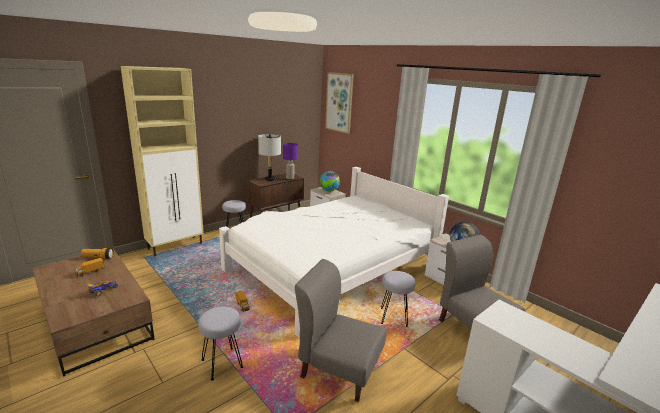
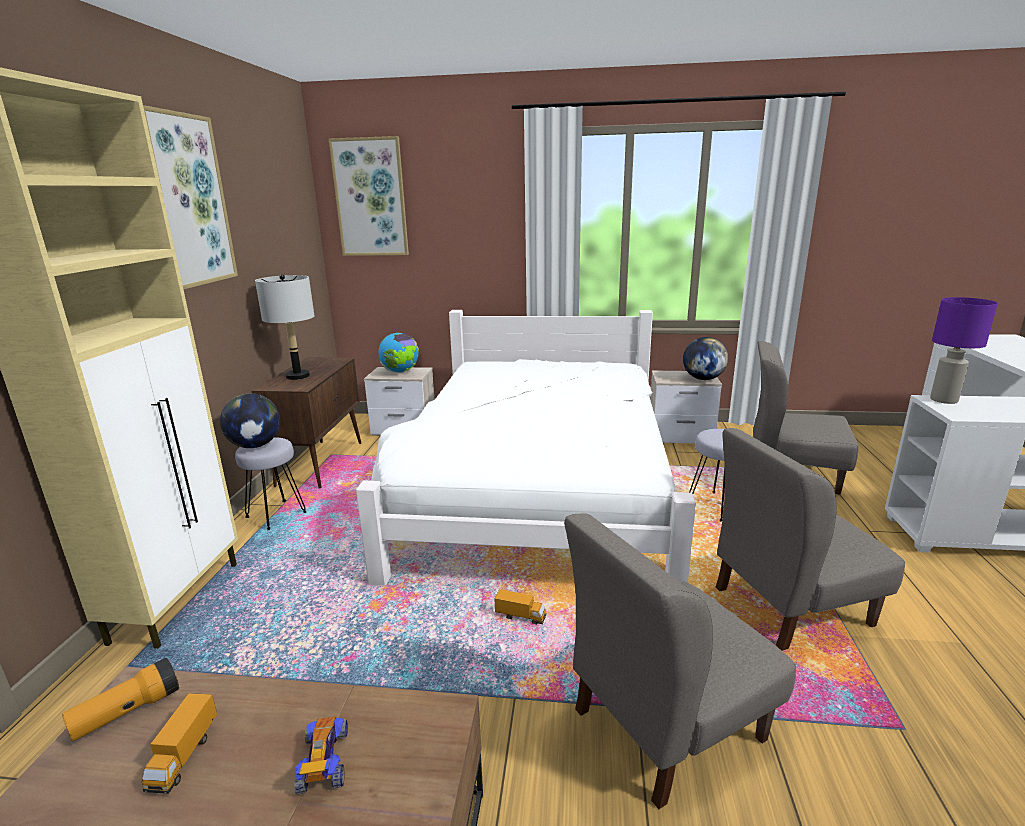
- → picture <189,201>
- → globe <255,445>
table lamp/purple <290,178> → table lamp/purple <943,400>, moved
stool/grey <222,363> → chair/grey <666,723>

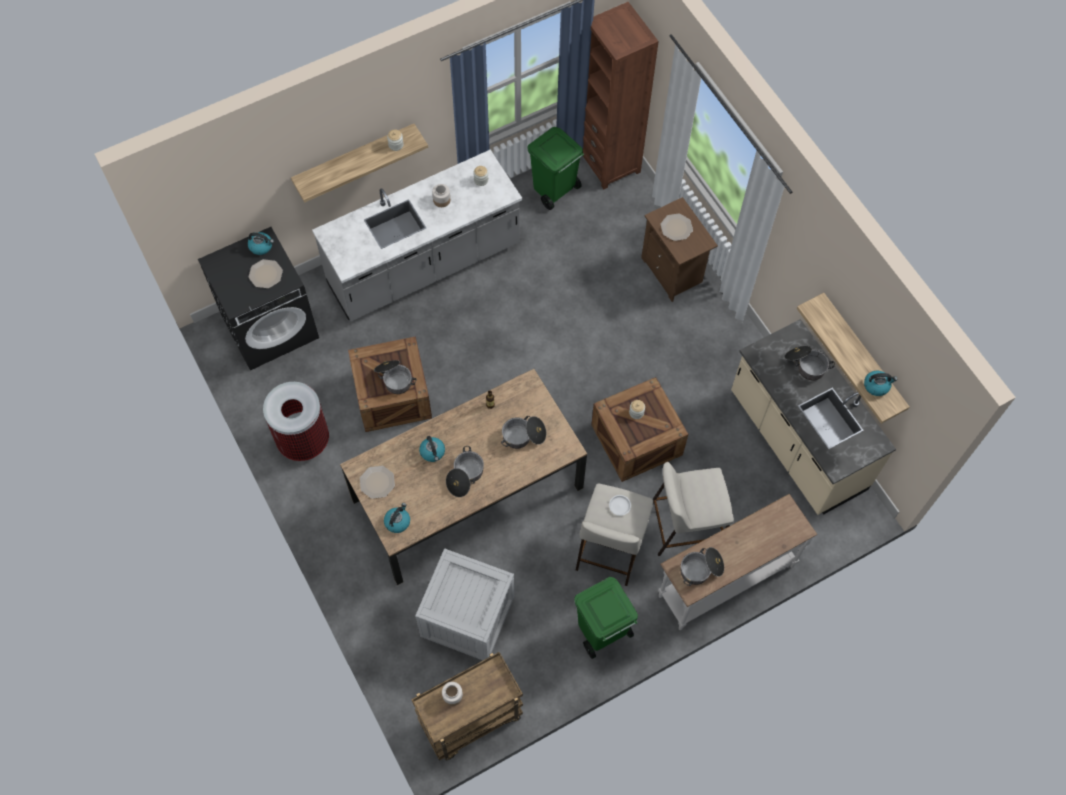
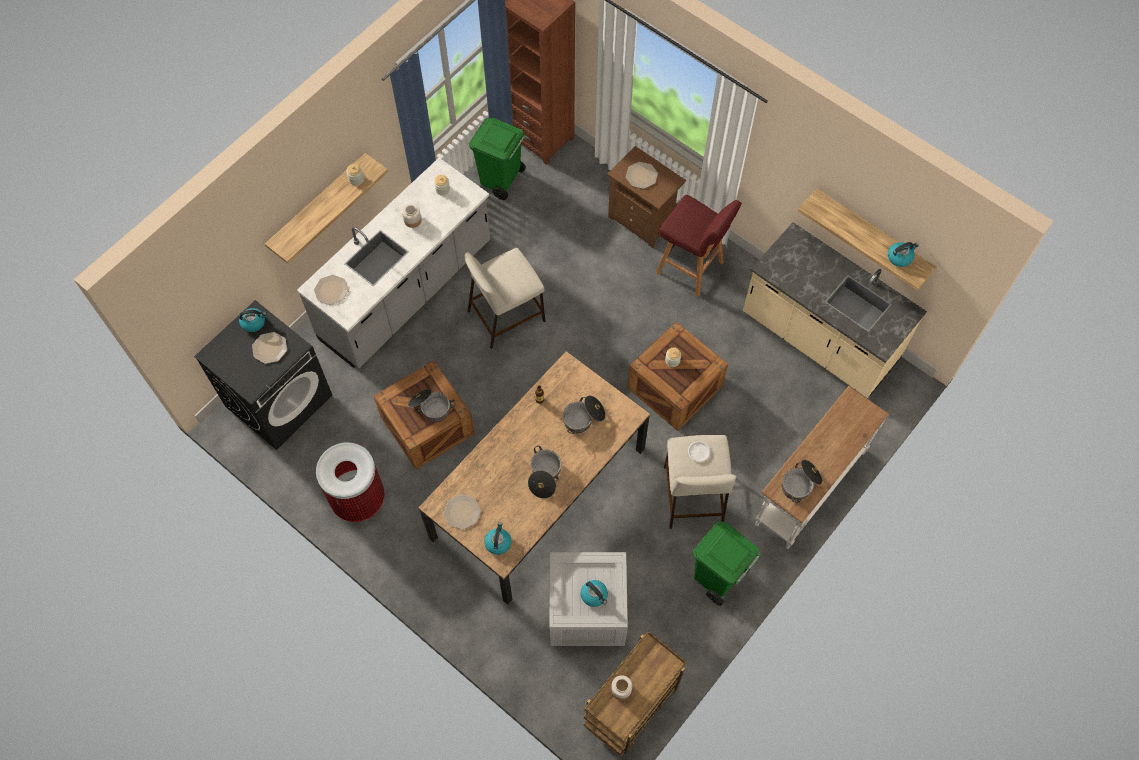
cooking pot <805,365> → -
- → plate <331,290>
- → stool/red <691,268>
kettle <433,452> → kettle <594,595>, moved
stool/beige <686,525> → stool/beige <507,315>, moved

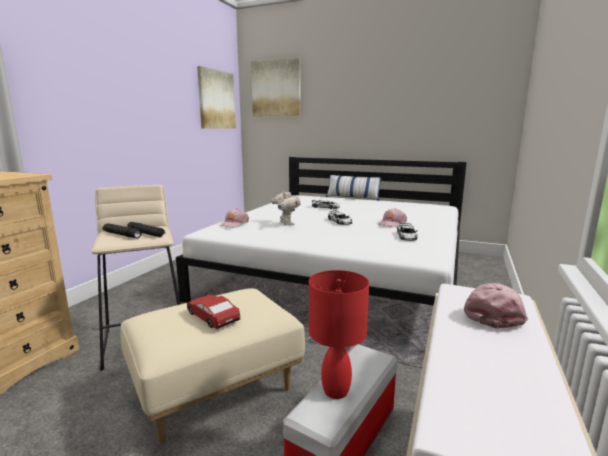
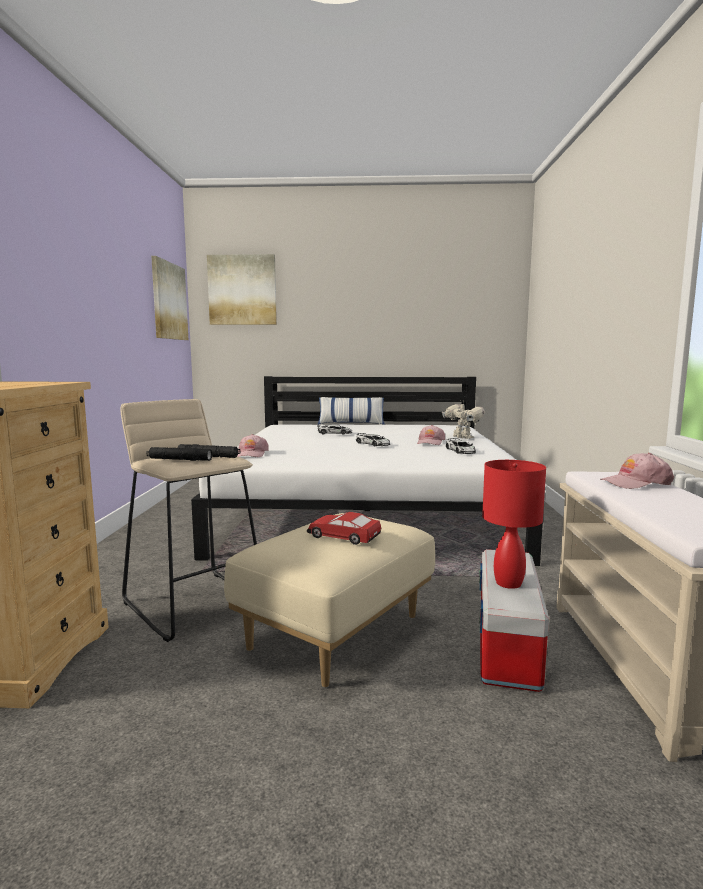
toy robot <286,224> → toy robot <462,438>, moved
cap/pink <493,313> → cap/pink <636,483>, 105 degrees counterclockwise

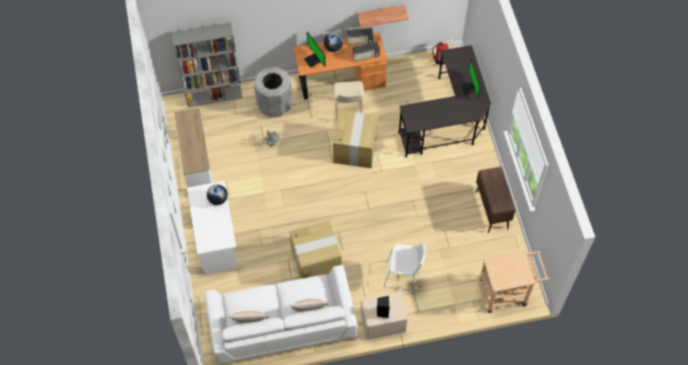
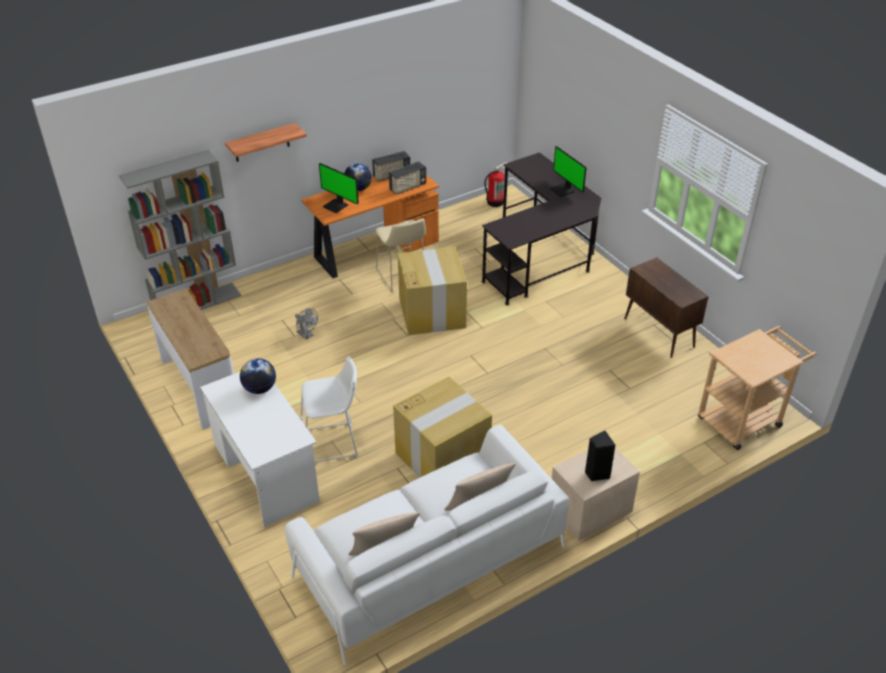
trash can/grey <274,105> → -
shelf <380,13> → shelf <261,143>, moved
stool/white <403,276> → stool/white <332,443>, moved

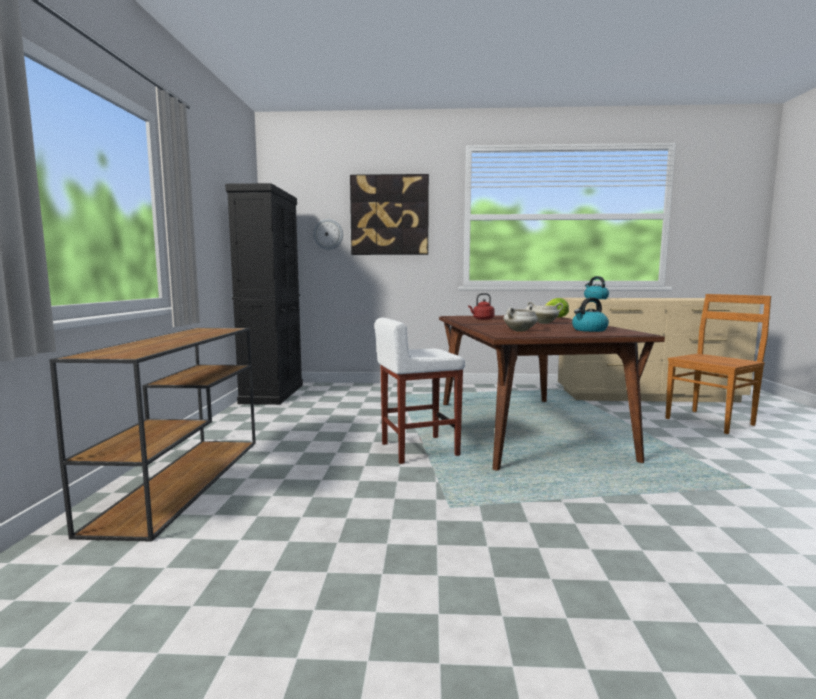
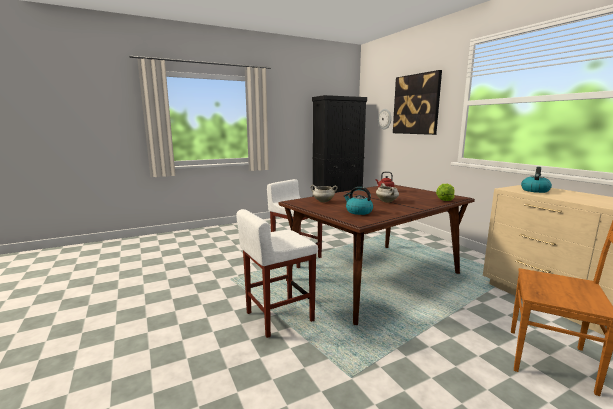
console table/brown <183,479> → -
- → stool/white <278,317>

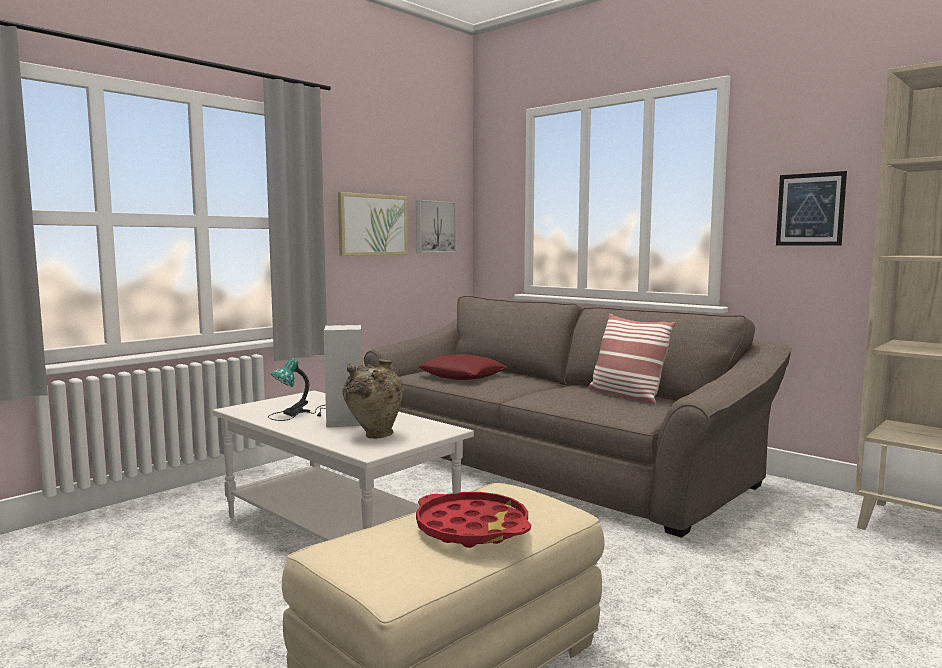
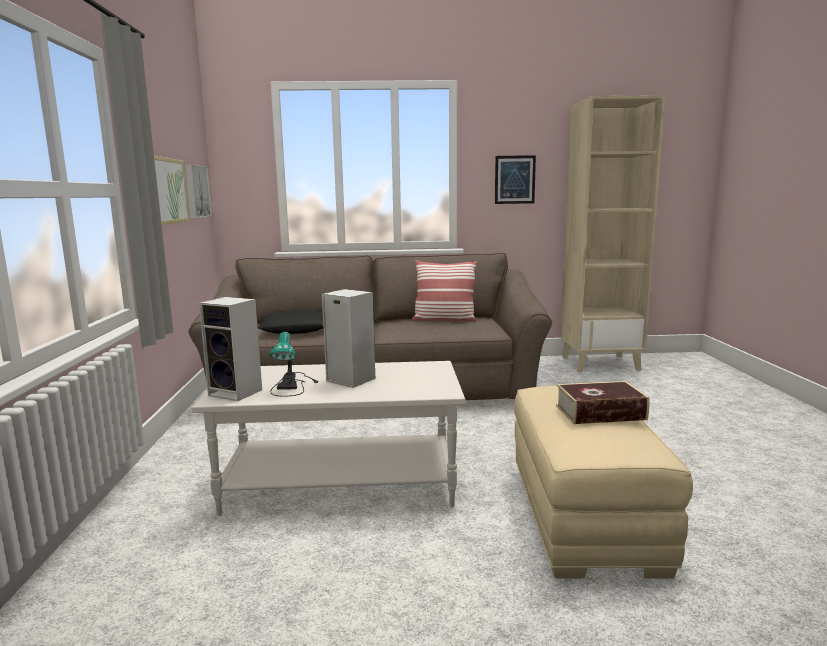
vase/beige <374,435> → -
- → speaker <237,392>
tray/red <472,528> → book <600,412>
pillow/red <462,375> → pillow/black <296,329>

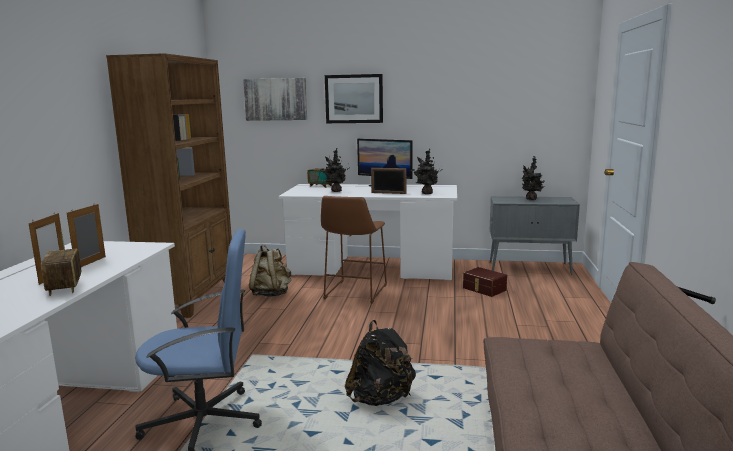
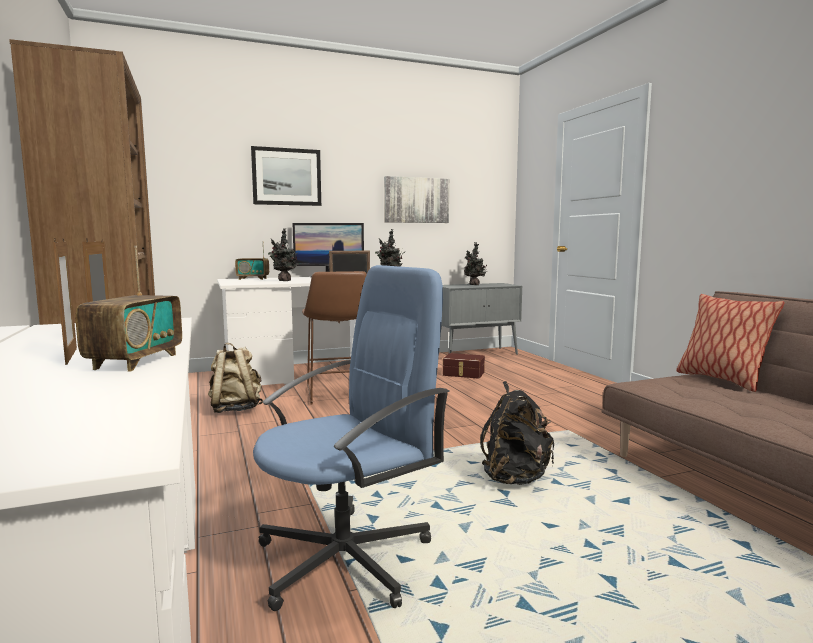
- → pillow <721,380>
picture <275,99> → picture <416,200>, moved
radio <65,287> → radio <135,361>, 120 degrees counterclockwise

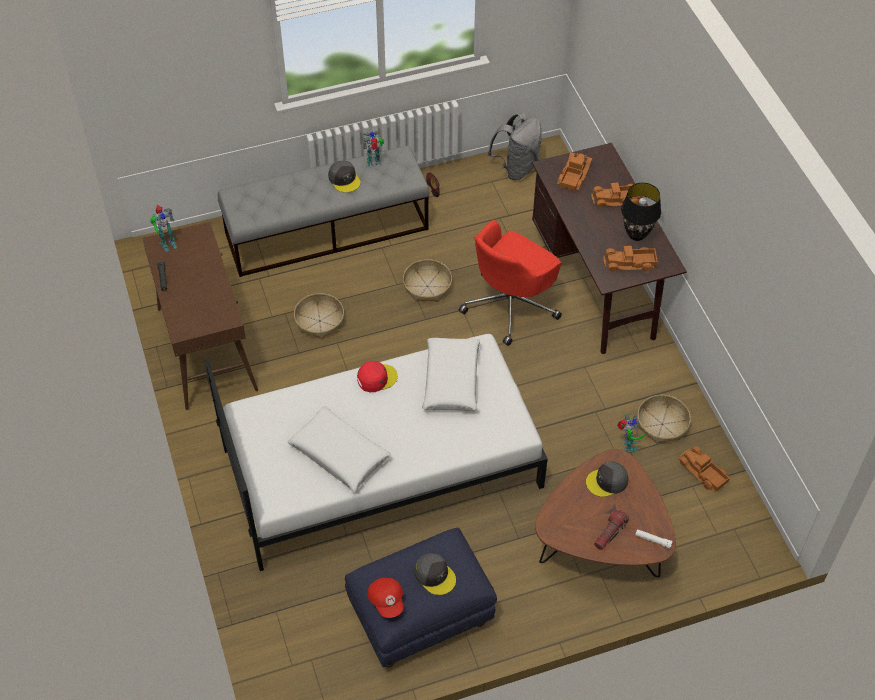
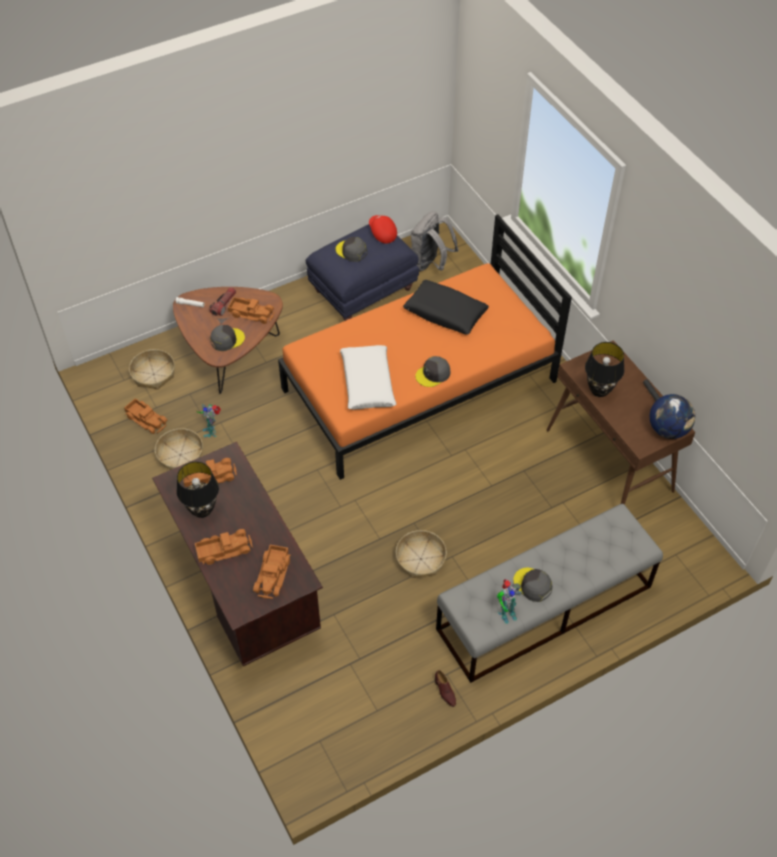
office chair/red <511,305> → -
- → toy truck <251,313>
- → table lamp/black <599,390>
basket <320,321> → basket <153,374>, moved
backpack/grey <516,168> → backpack/grey <430,264>, moved
toy robot <167,243> → globe <668,429>
bed/white <381,466> → bed/orange <419,385>
pillow/white <340,454> → pillow/black <445,313>
cap/red <376,378> → cap/grey <433,374>

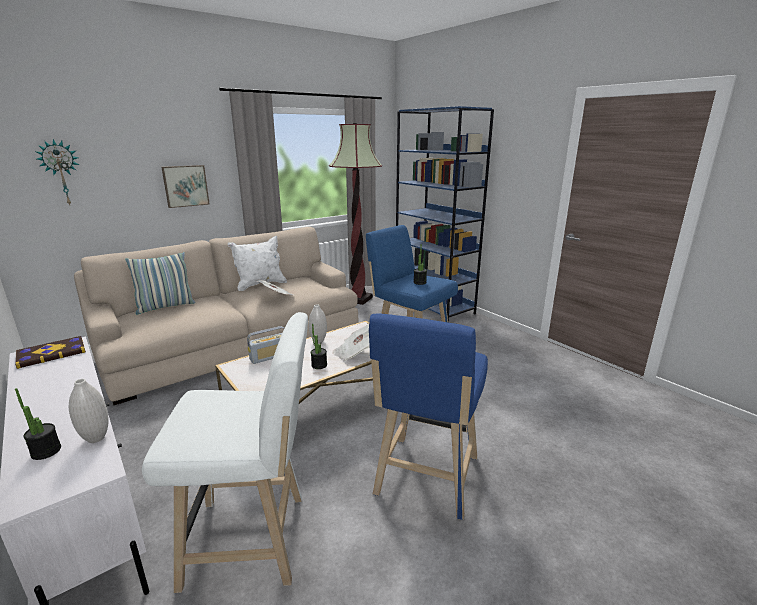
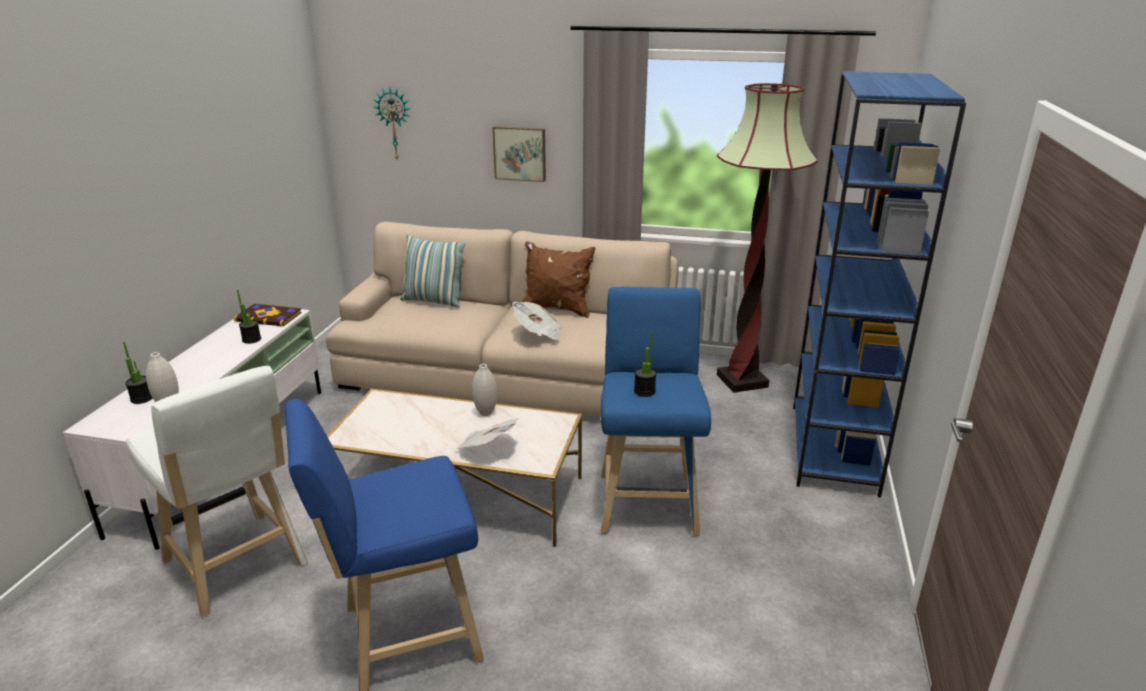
radio <269,357> → -
potted plant <319,365> → potted plant <251,339>, moved
pillow/white <260,285> → pillow/brown <557,309>

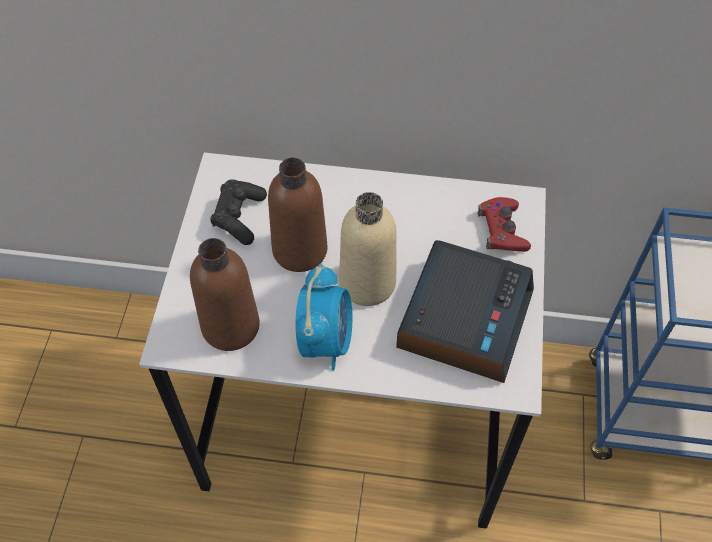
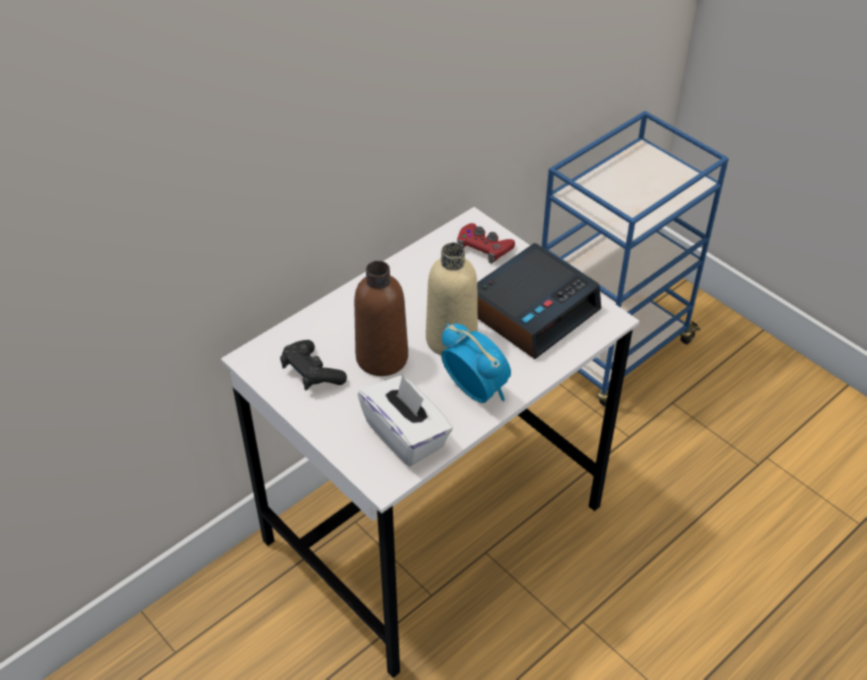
bottle/brown <230,326> → tissue box/white <406,435>
alarm clock <464,317> → alarm clock <532,309>, 75 degrees clockwise

